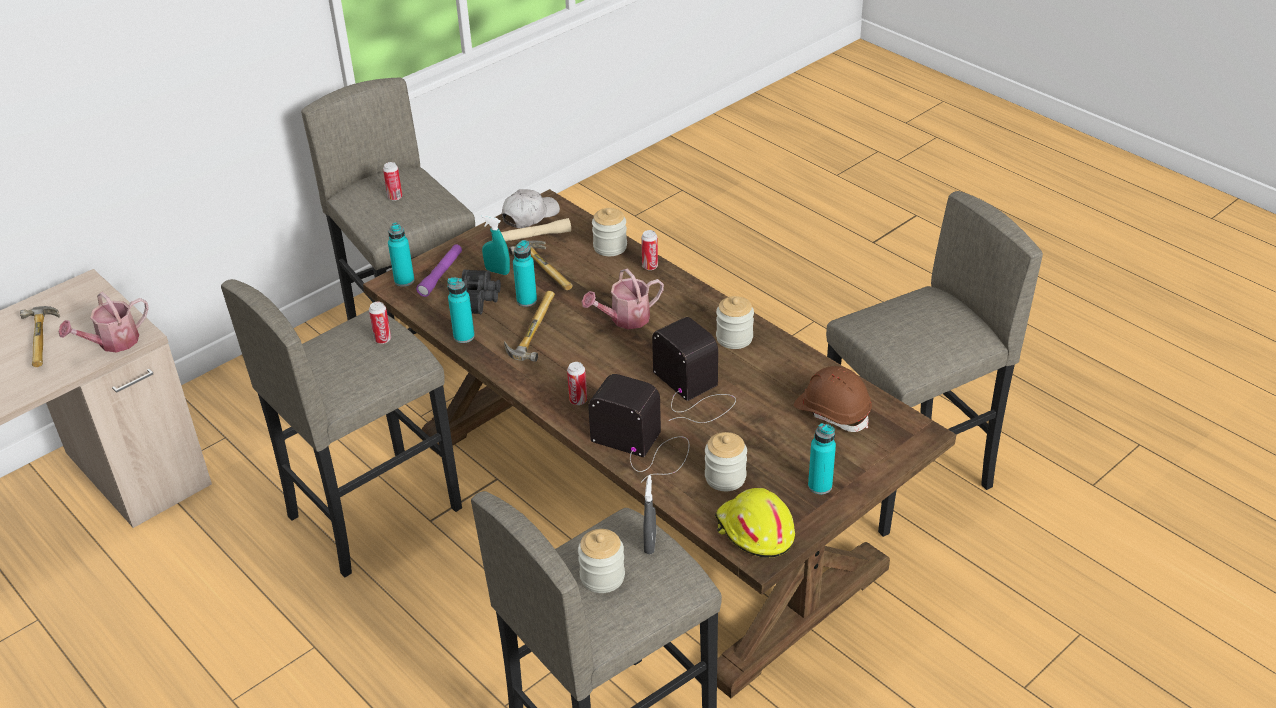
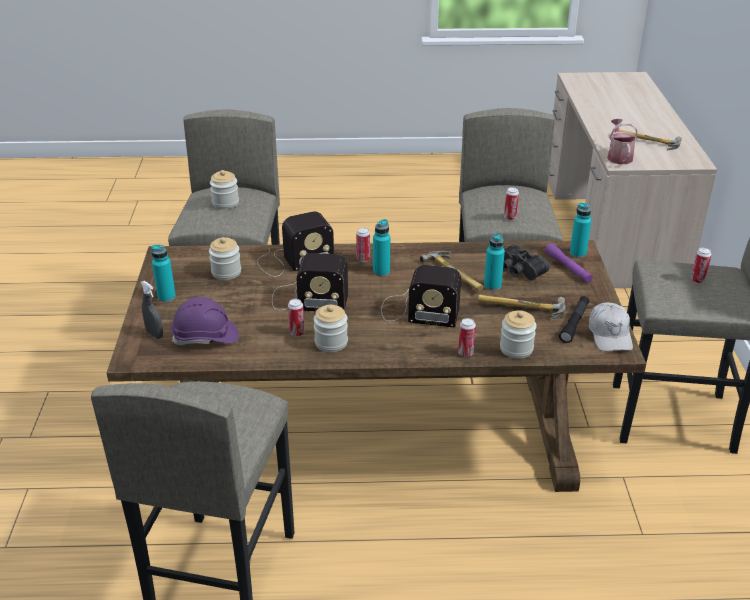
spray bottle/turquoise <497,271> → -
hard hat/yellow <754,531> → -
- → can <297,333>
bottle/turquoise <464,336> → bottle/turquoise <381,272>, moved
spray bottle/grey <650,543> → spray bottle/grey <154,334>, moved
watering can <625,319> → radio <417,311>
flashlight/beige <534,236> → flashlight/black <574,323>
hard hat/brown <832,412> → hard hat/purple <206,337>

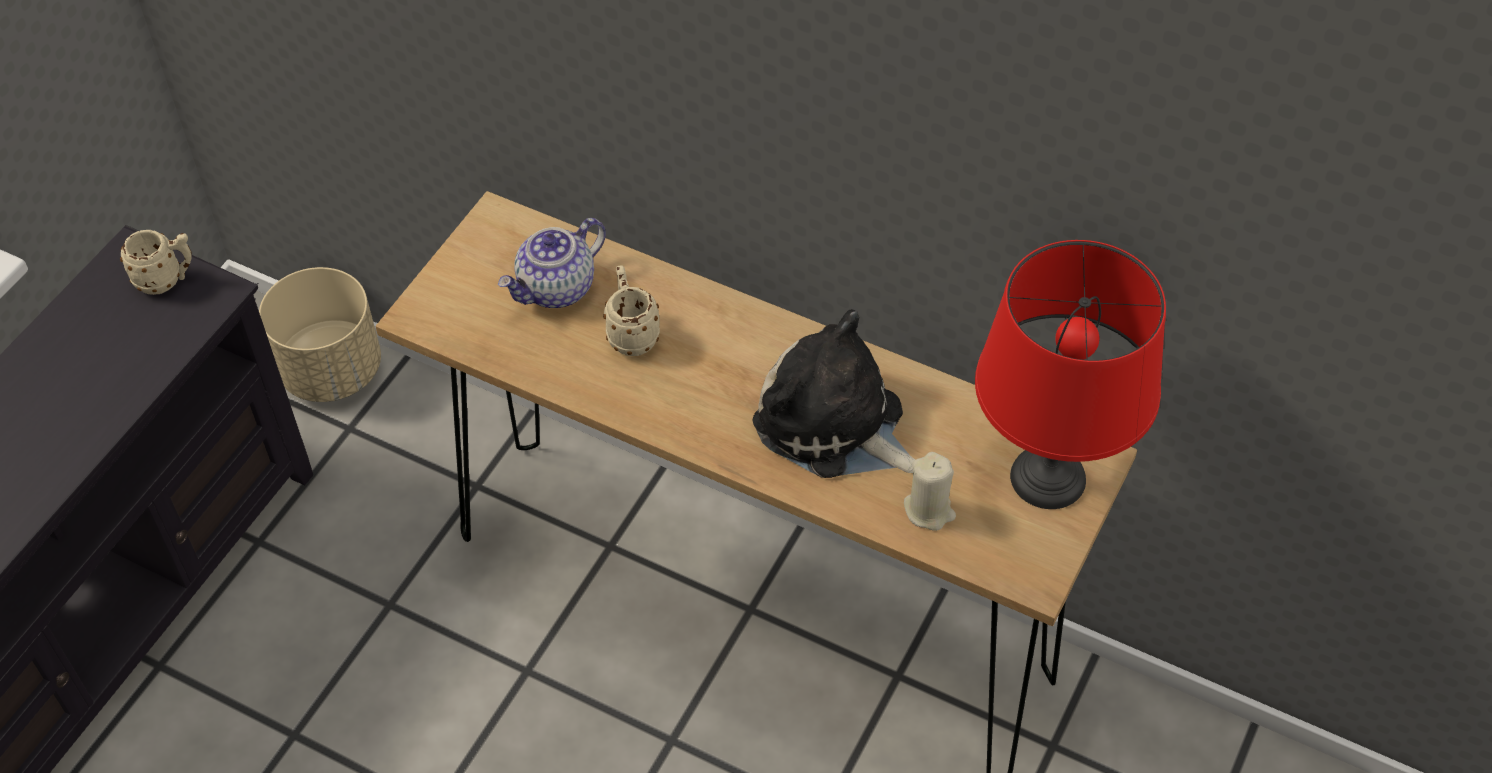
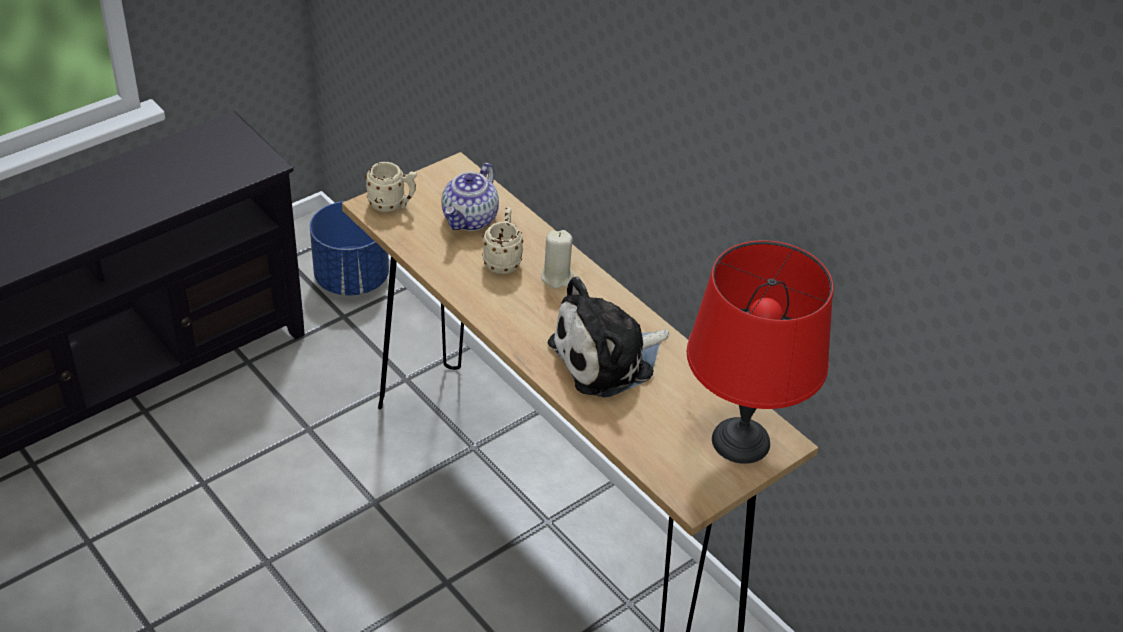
mug/beige <167,279> → mug/beige <392,205>, moved
candle/beige <929,510> → candle/beige <557,277>, moved
planter/beige <331,370> → planter/blue <351,279>
teapot <557,289> → teapot <470,219>, 45 degrees counterclockwise
plush toy <835,425> → plush toy <607,358>, 90 degrees counterclockwise

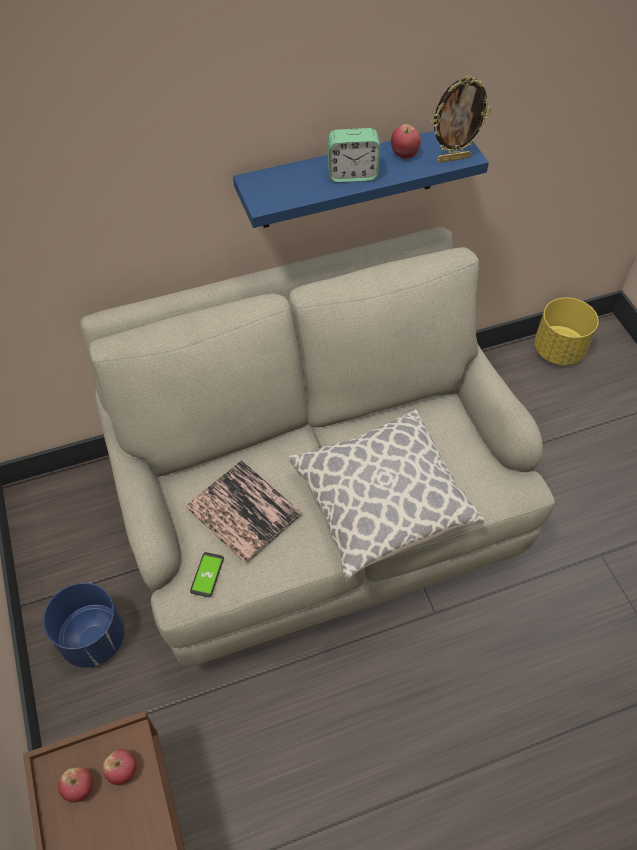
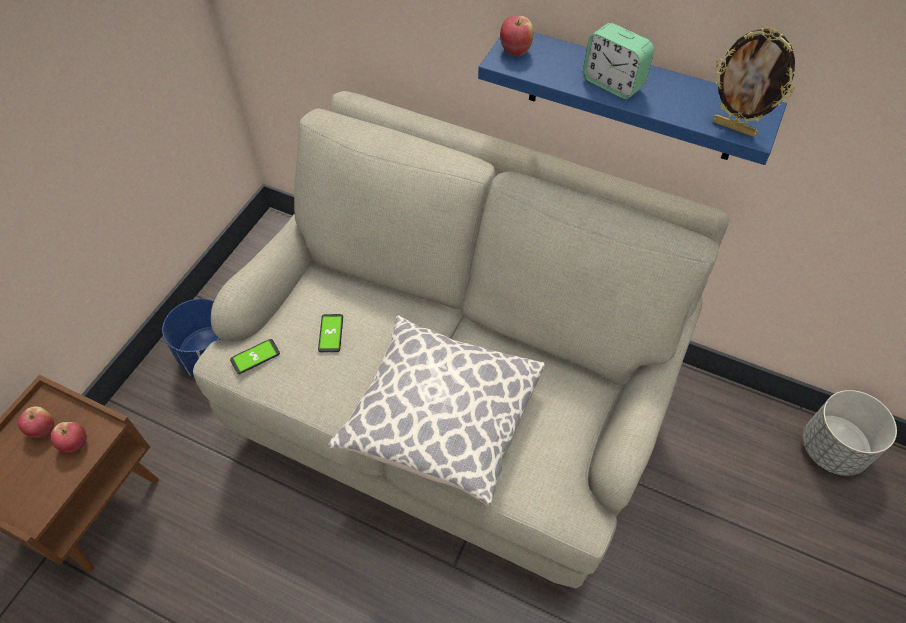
apple <404,154> → apple <515,51>, moved
book <243,512> → phone <331,333>
planter/yellow <558,350> → planter/grey <833,449>

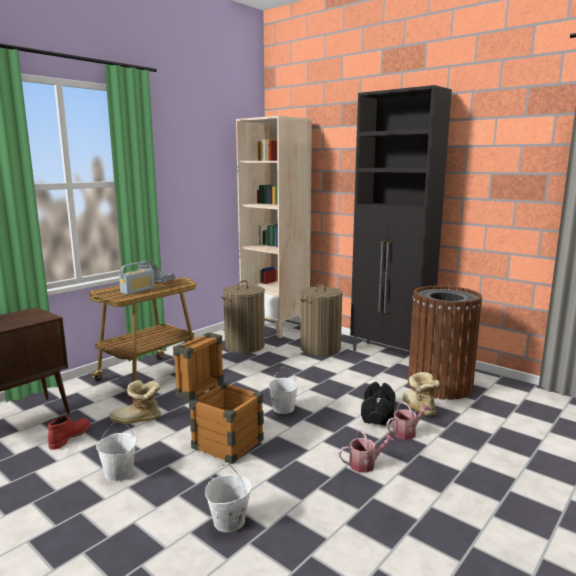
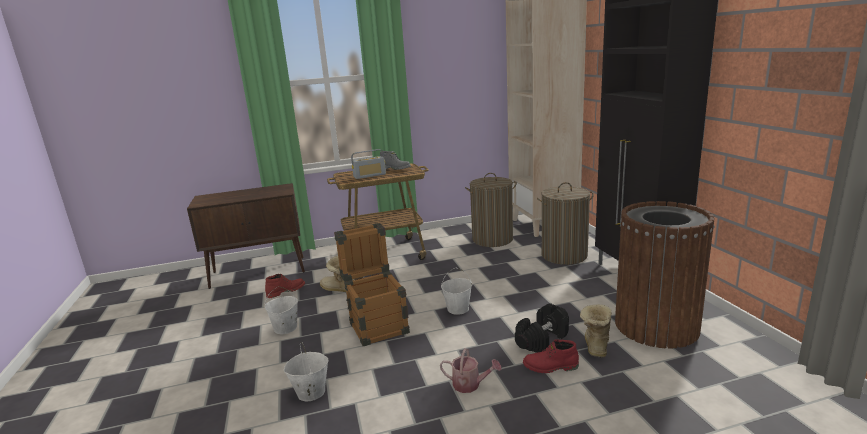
watering can <407,432> → boot/red <550,367>

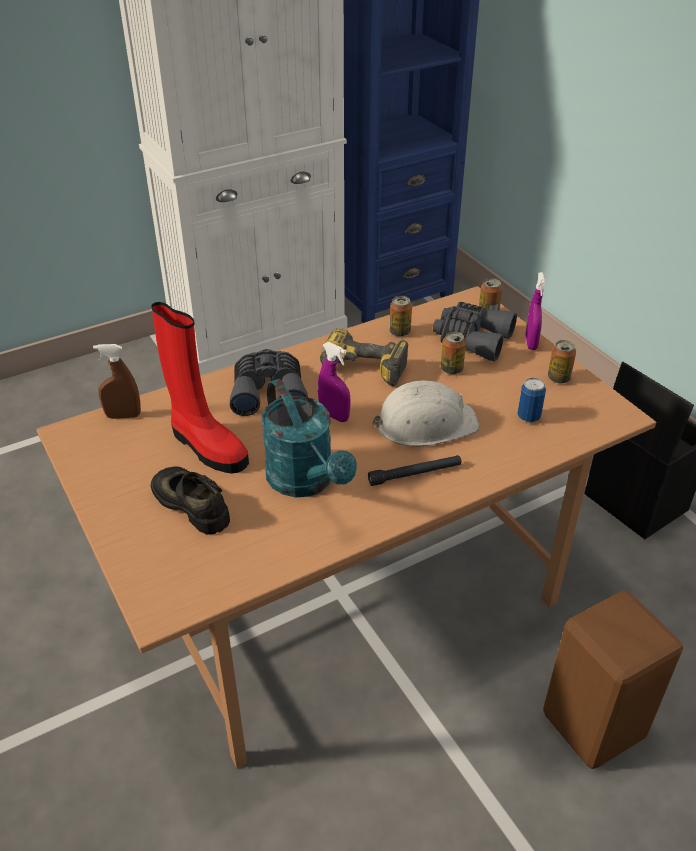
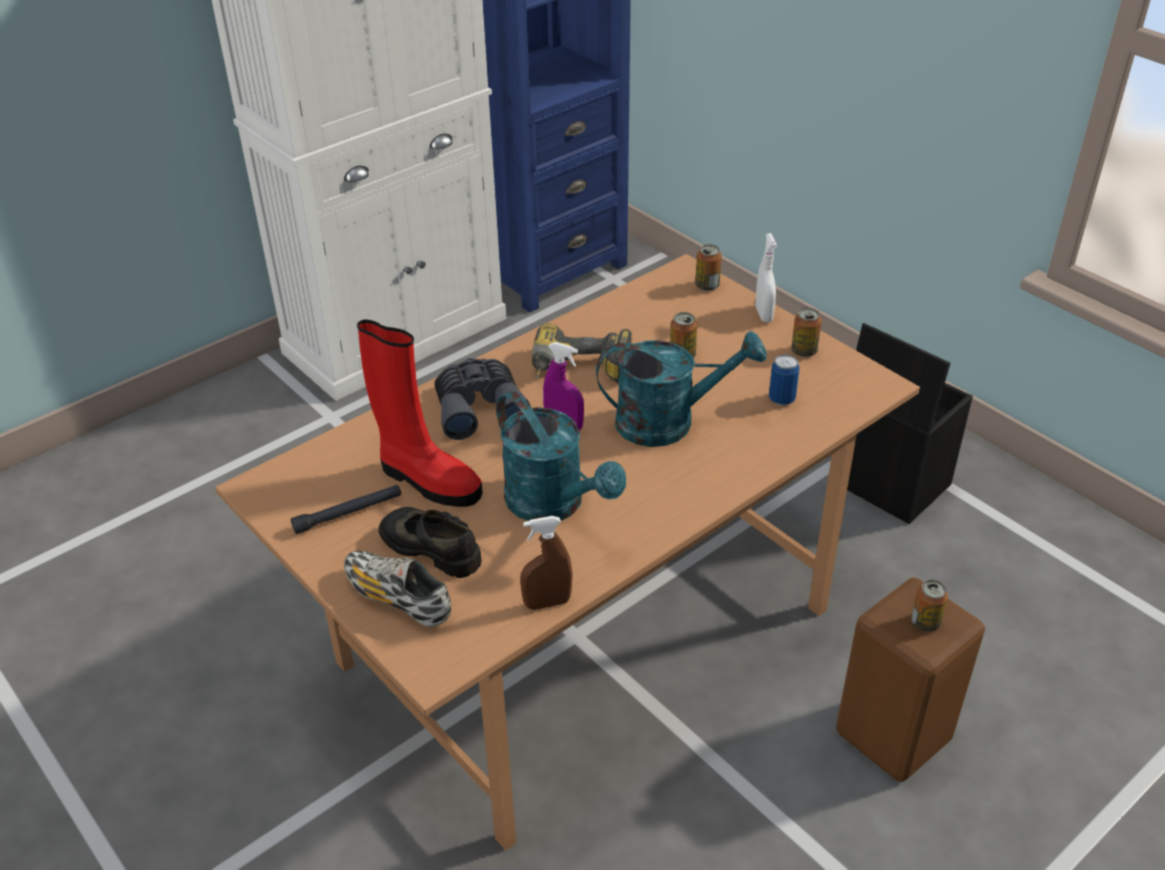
binoculars/grey <472,339> → -
- → shoe <397,598>
spray bottle/brown <123,416> → spray bottle/brown <547,603>, moved
flashlight/black <415,474> → flashlight/black <348,513>, moved
can <399,332> → can <925,623>, moved
hard hat/white <425,424> → watering can/turquoise <669,421>
spray bottle/purple <531,343> → spray bottle/white <763,314>

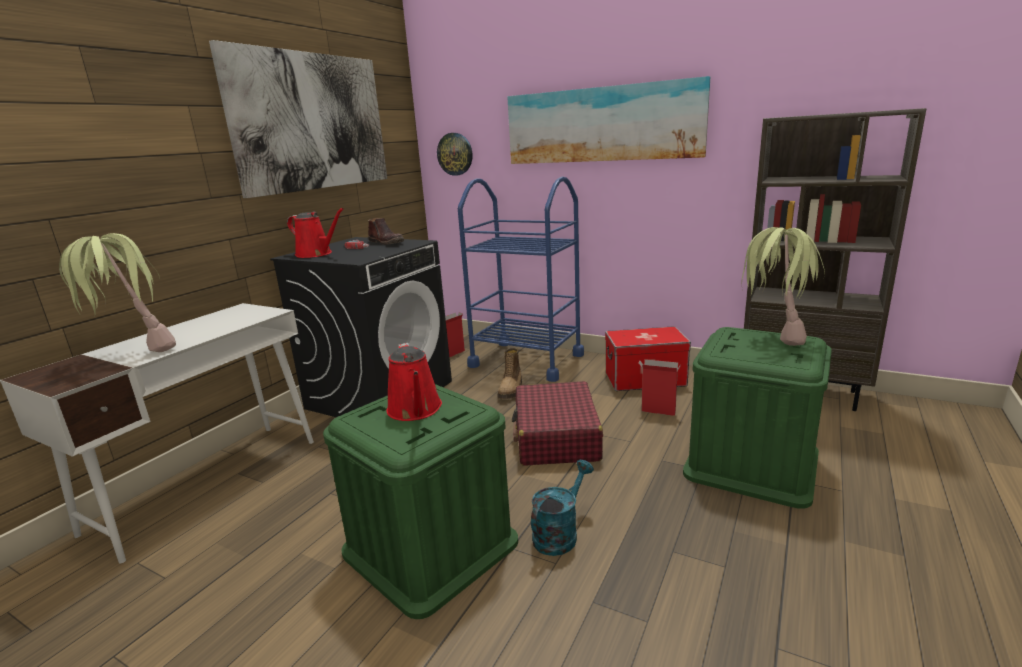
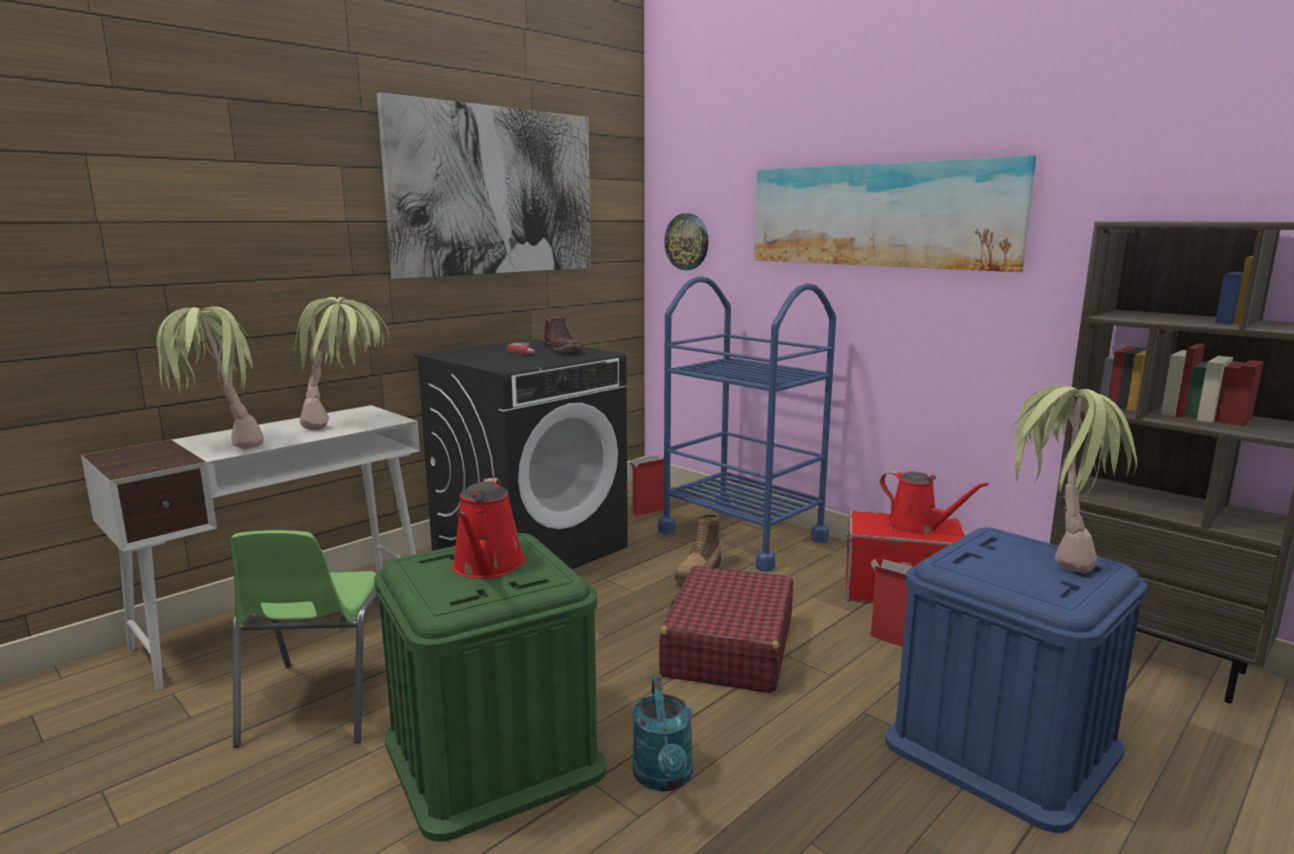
- → chair/green <320,703>
- → potted plant <347,424>
watering can/red <316,254> → watering can/red <917,527>, moved
storage box/green <751,463> → storage box/blue <1002,745>
watering can/turquoise <559,533> → watering can/turquoise <664,778>, 120 degrees clockwise

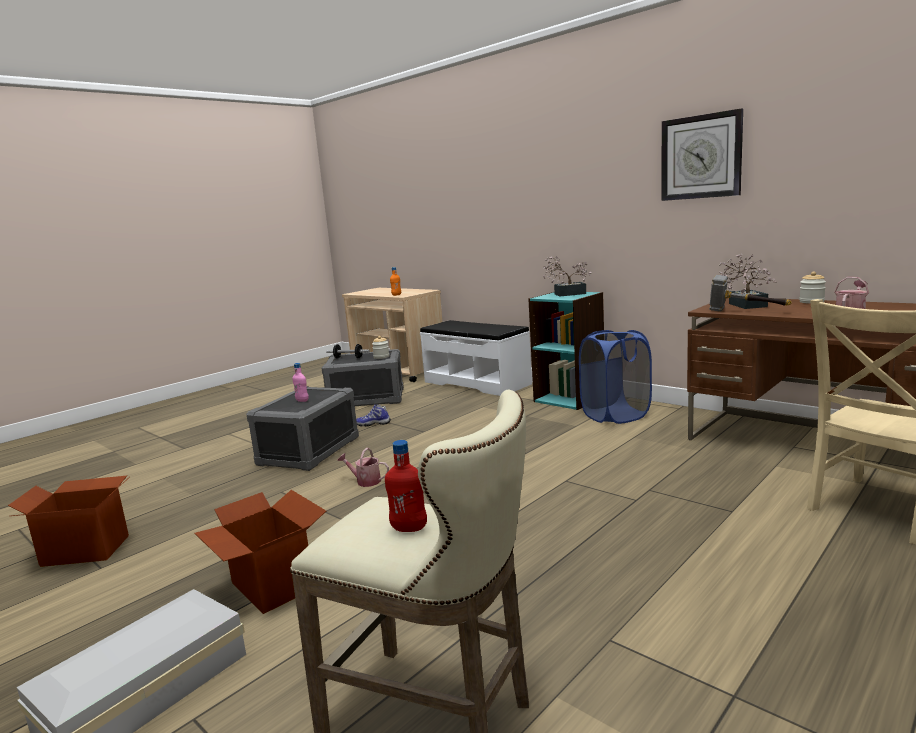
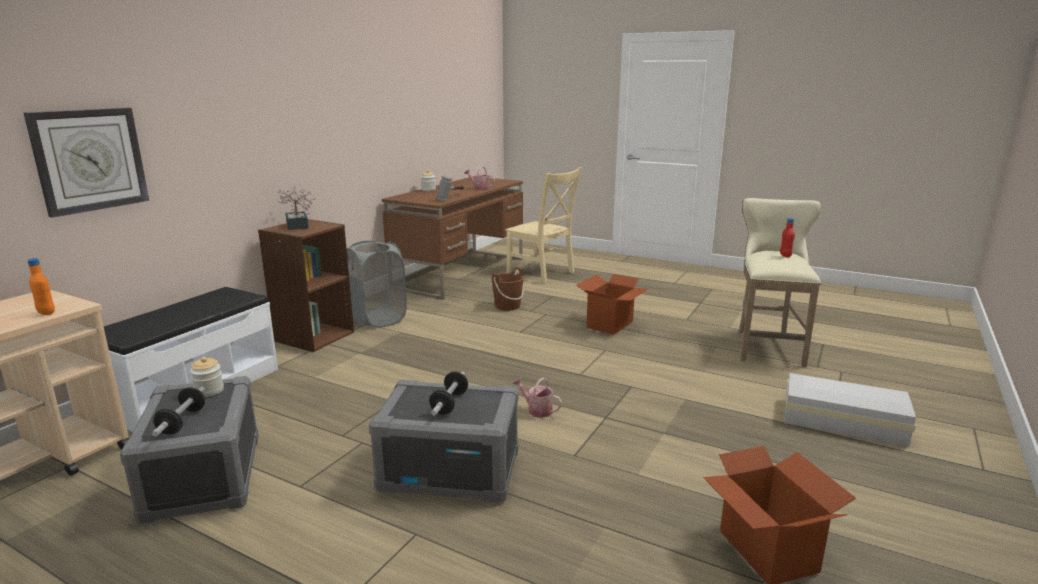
shoe <373,424> → -
potted plant <746,304> → -
- → bucket/brown <507,306>
cardboard box <271,586> → cardboard box <610,324>, moved
wall clock <701,157> → wall clock <90,160>, moved
bottle/pink <302,400> → dumbbell <449,403>
bookcase/turquoise <570,398> → bookcase/brown <313,336>
laundry basket/blue <615,415> → laundry basket/grey <378,319>
watering can <365,481> → watering can <537,410>, 120 degrees clockwise

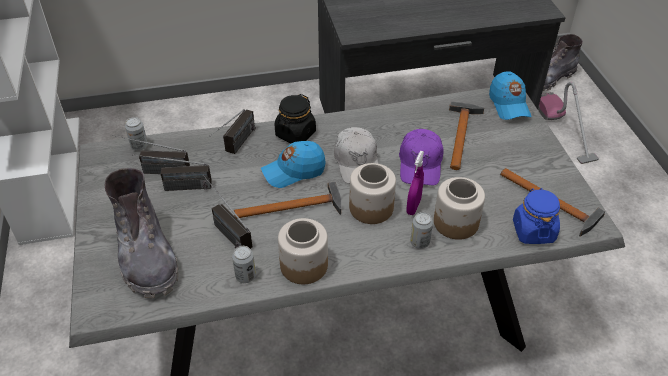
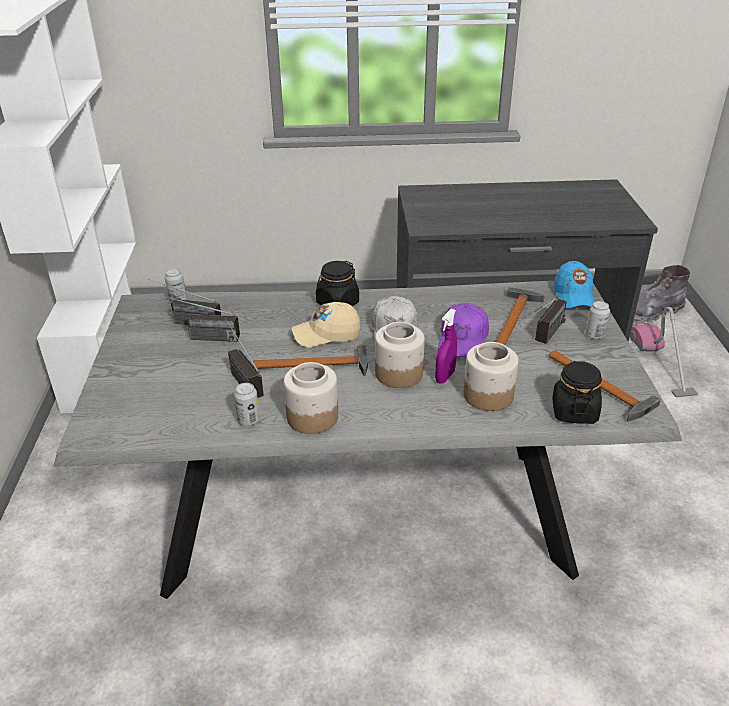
boot/grey <146,256> → -
radio <236,147> → radio <545,337>, moved
can <420,242> → can <594,335>, moved
cap/blue <294,171> → cap/beige <326,335>
jar/blue <533,231> → jar/black <574,411>

